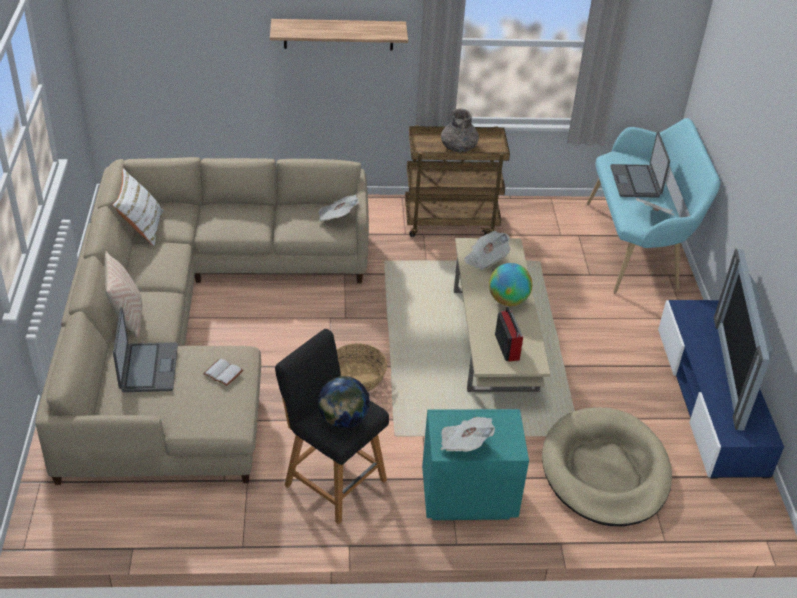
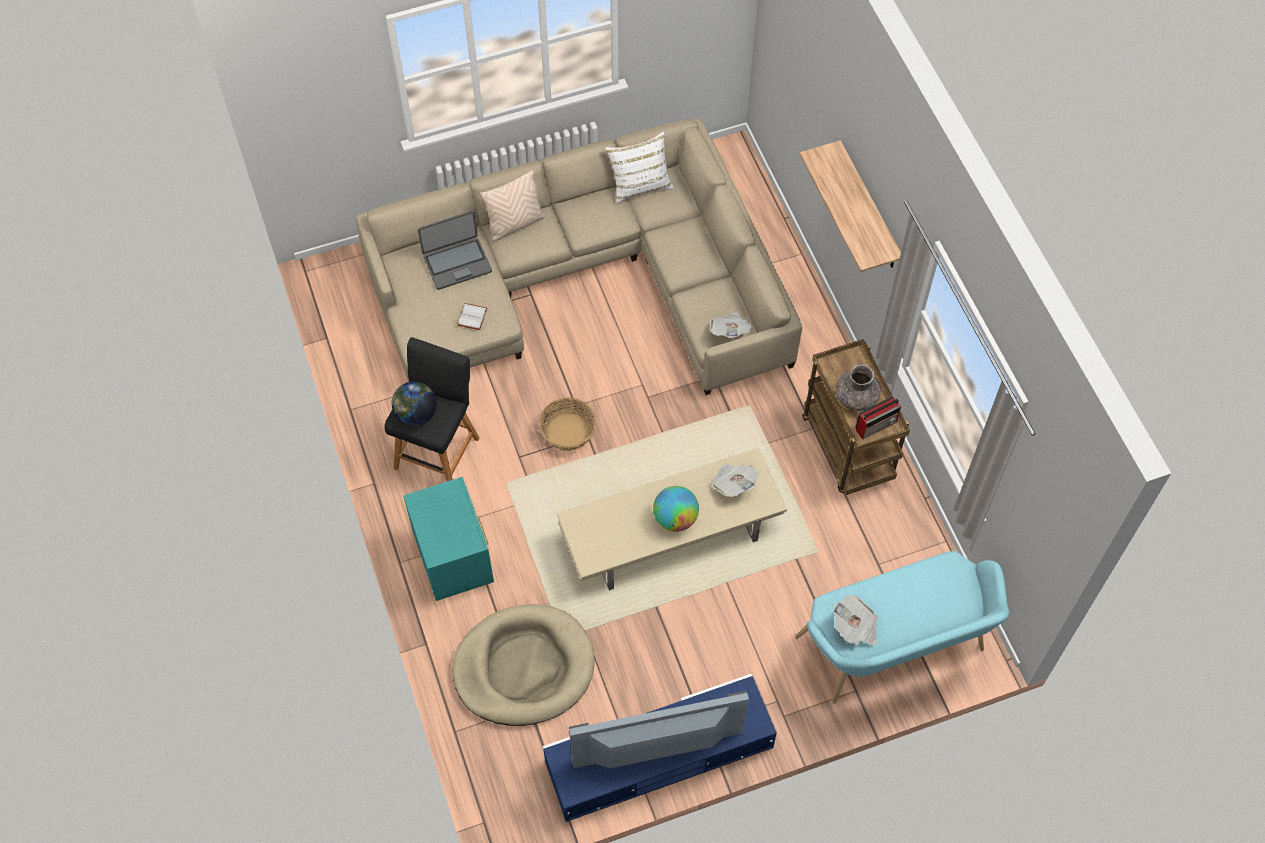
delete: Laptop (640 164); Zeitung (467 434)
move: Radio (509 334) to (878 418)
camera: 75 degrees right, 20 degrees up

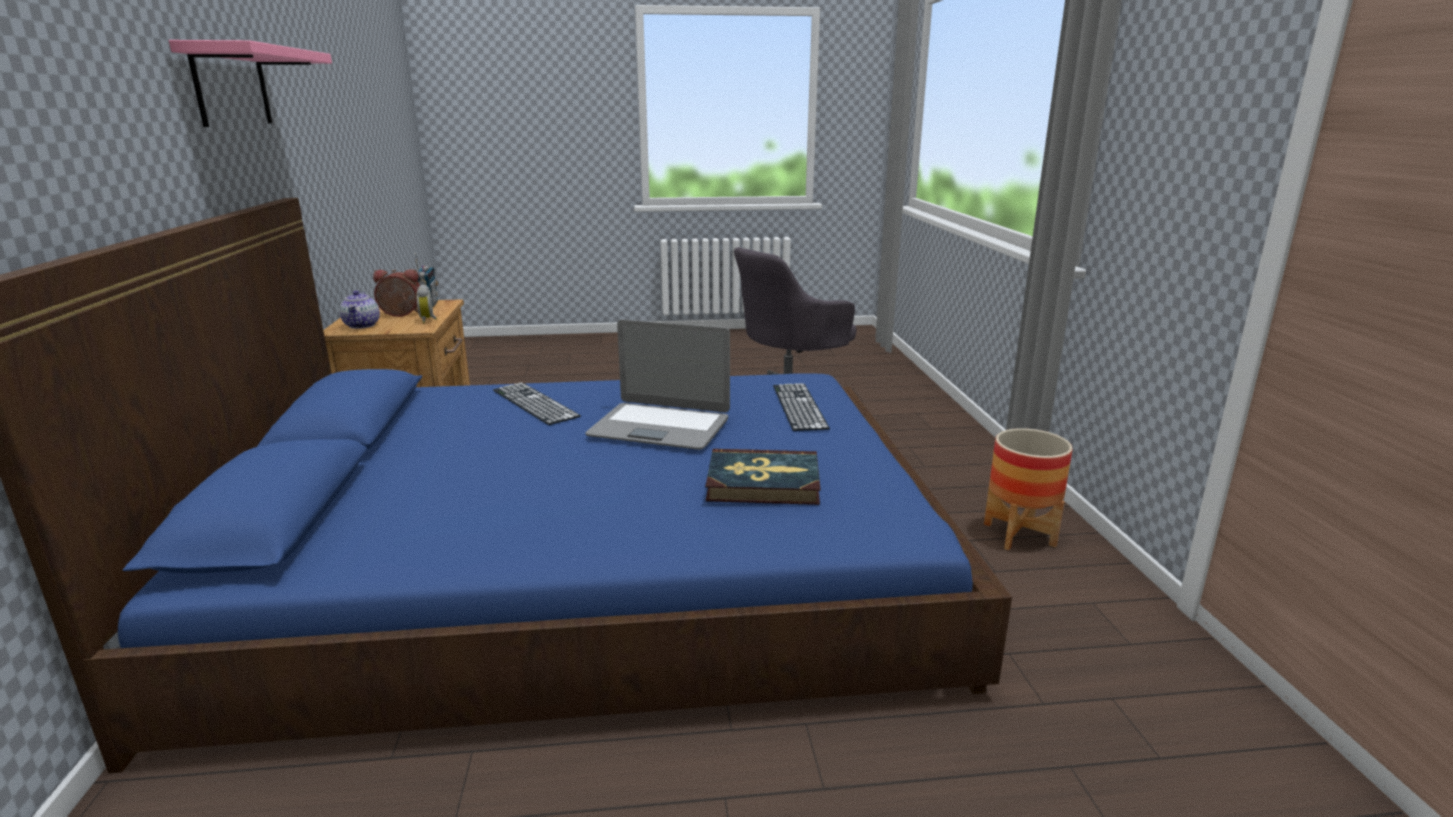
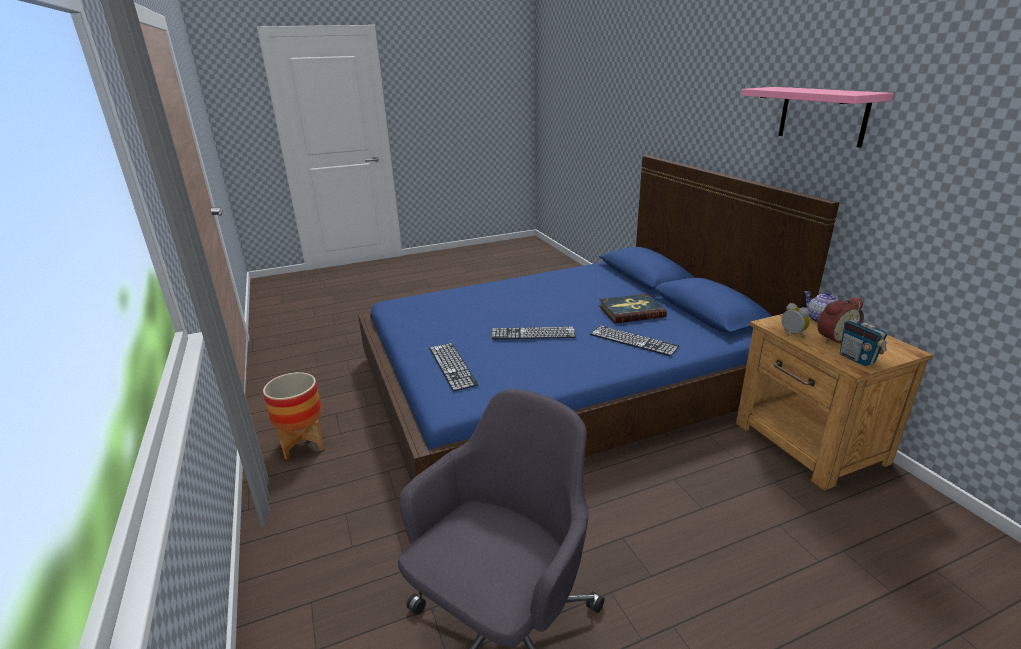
move: Buch (763 477) to (633 309)
replace: Laptop (657 385) to Tastatur (534 332)
camera: 165 degrees right, 5 degrees up

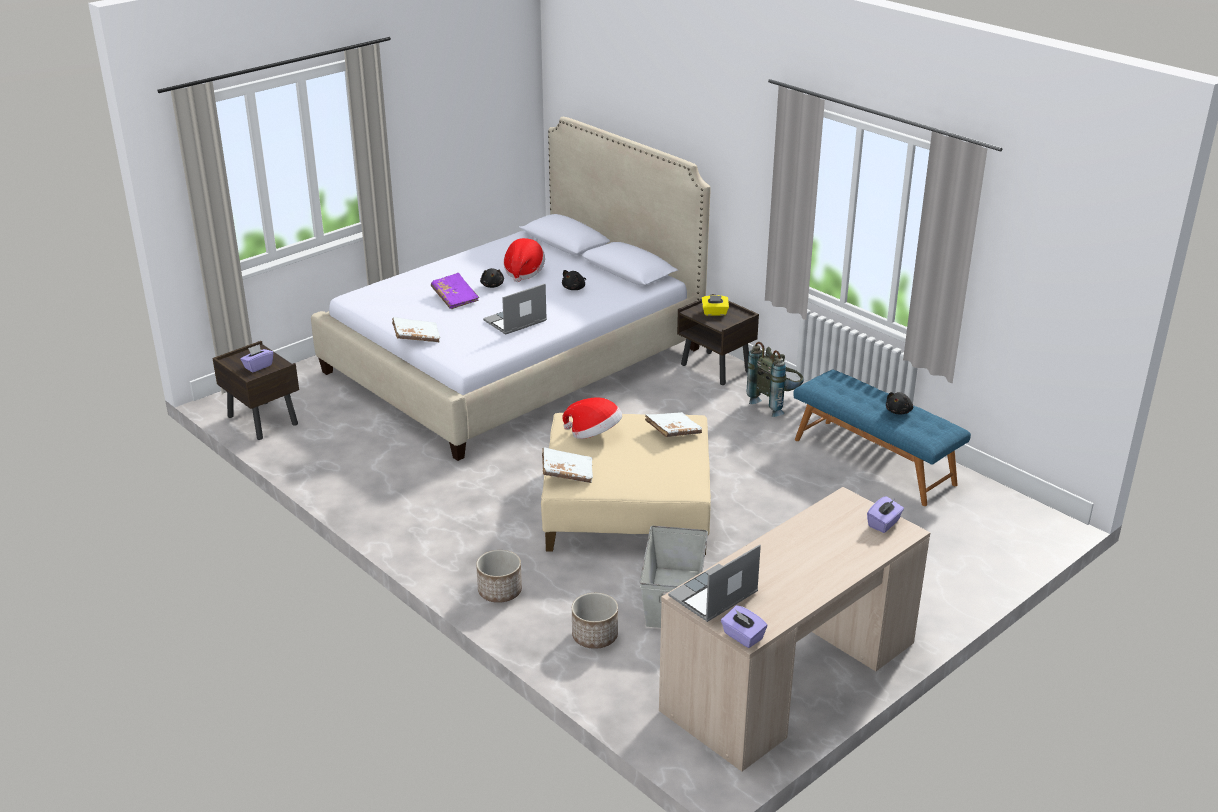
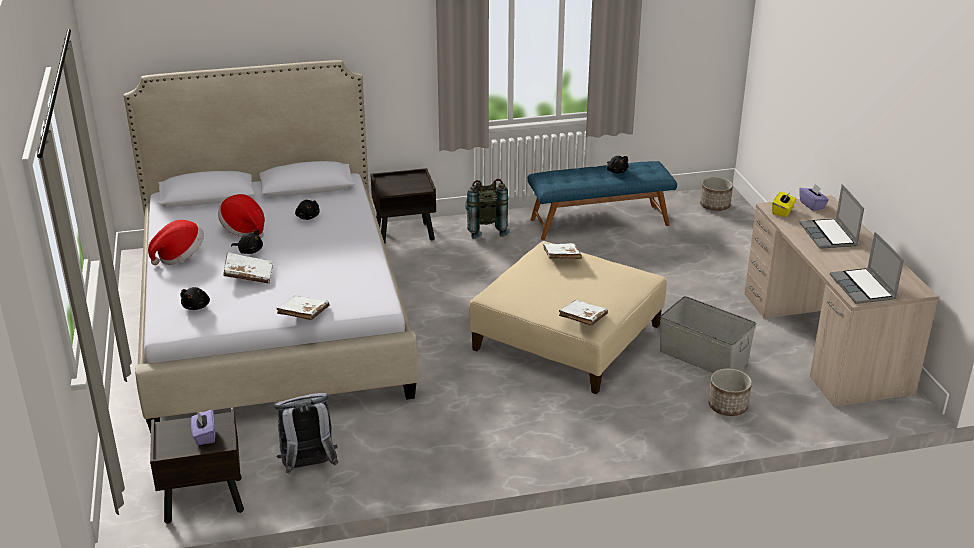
delete: Taschentuchbox [lila] (744 626)
insert: Plüschtier [schwarz] (195 298); Rucksack [grau] (306 433)
move: Laptop (515 309) to (832 216); Taschentuchbox [gelb] (715 305) to (784 204); Hut (592 418) to (176 242); Pflanzkübel (499 576) to (716 194)
recolor: Buch [lila] (455 291) to Buch [weiß] (248 268)
camera: 60 degrees left, 0 degrees up

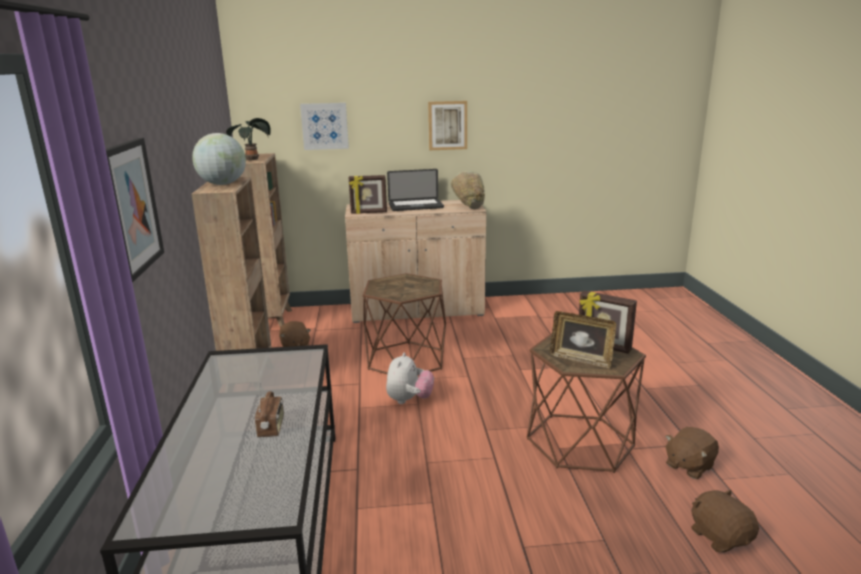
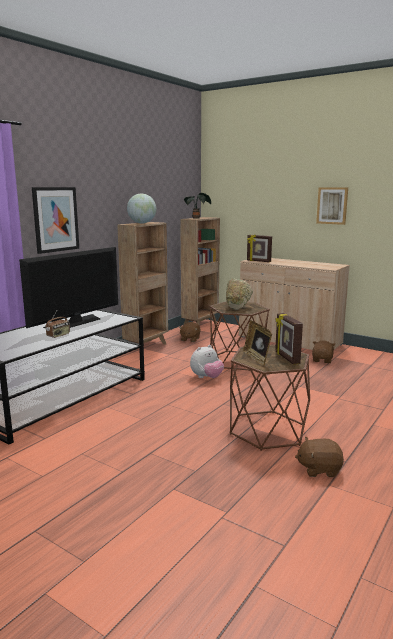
delete: Bild (324 126); Laptop (415 190)
insert: Fernseher (68 287)
move: Schüssel [beige] (468 191) to (239 294); Plüschtier [braun] (725 521) to (324 352)
camera: 40 degrees right, 5 degrees down

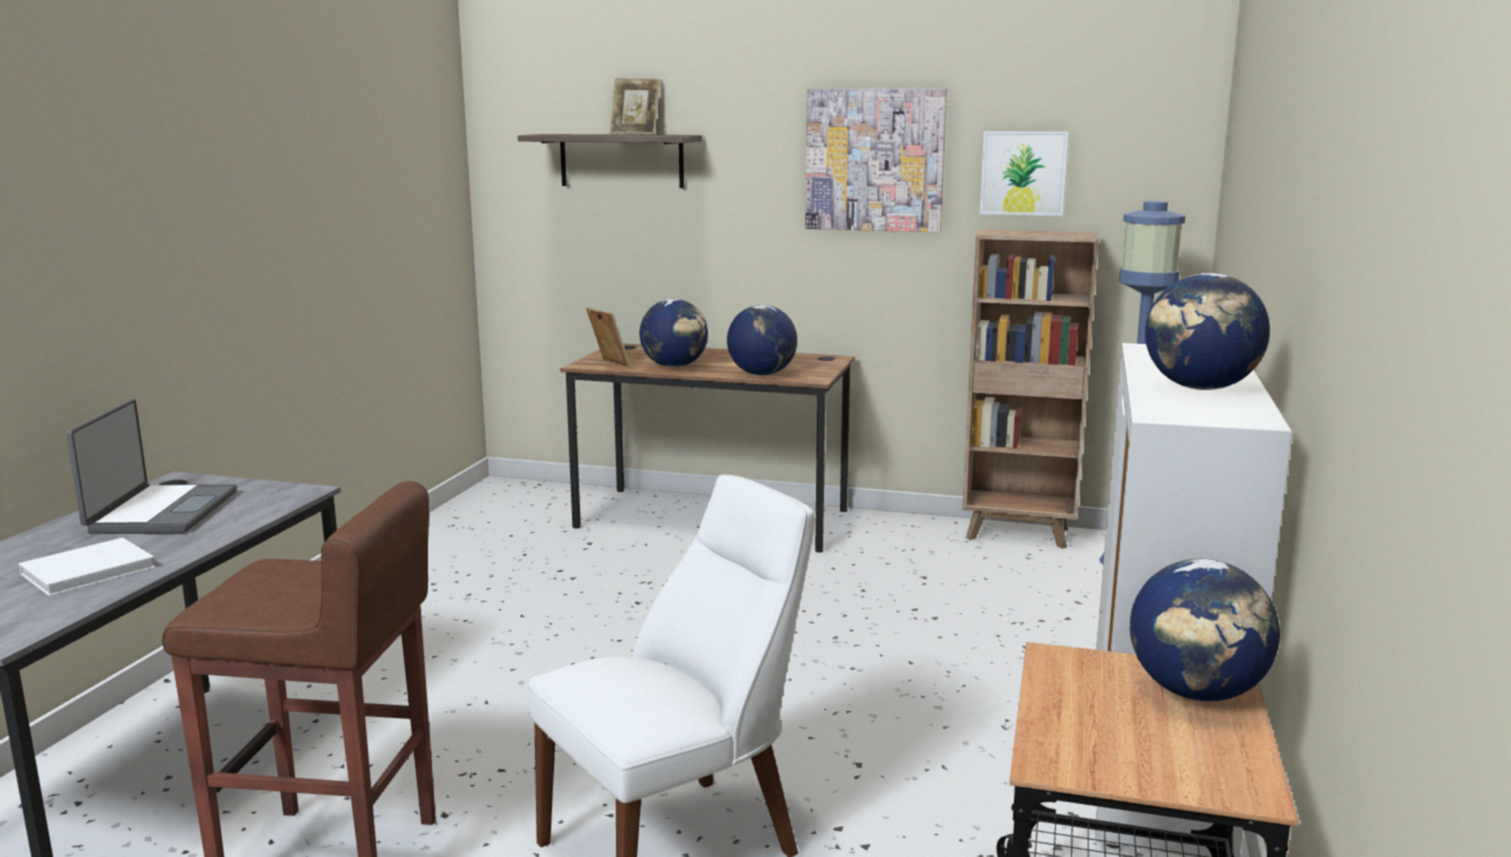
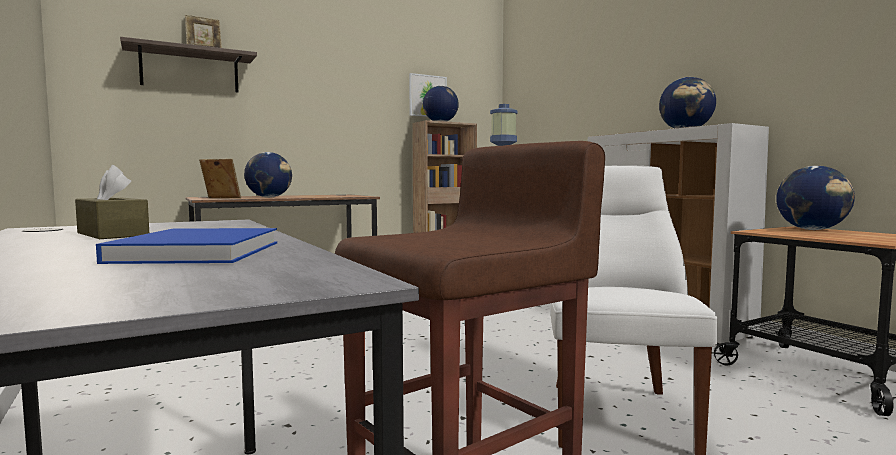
delete: Bild (876 160)
move: Globus (762 340) to (441 104)
replace: Laptop (151 466) to Taschentuchbox [braun] (112 202)
recolor: Buch [weiß] (87 566) to Buch [blau] (186 246)
camera: 45 degrees left, 10 degrees down

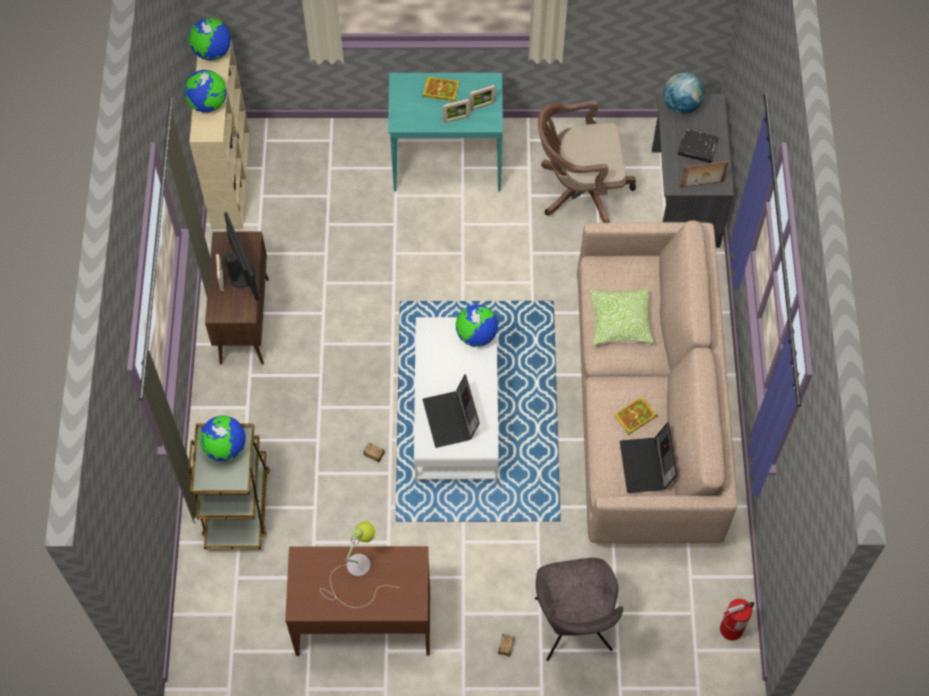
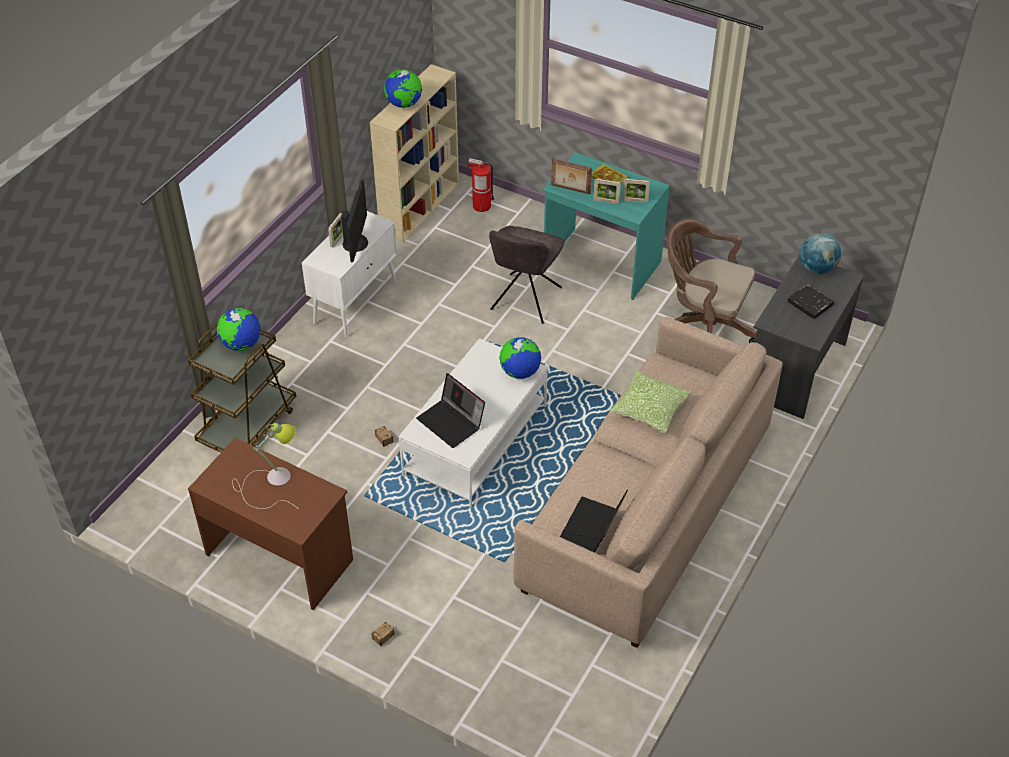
delete: Globus (210 39); Buch (636 416)
move: Bilderrahmen (704 174) to (571 176); Stuhl [grau] (579 609) to (526 275); Feuerlöscher (737 620) to (480 185)
recolor: Schrank [braun] (237 298) to Schrank [weiß] (349 274)
rotate: Laptop (451 411) = (450 410) 60 degrees counterclockwise
camera: 30 degrees right, 15 degrees down

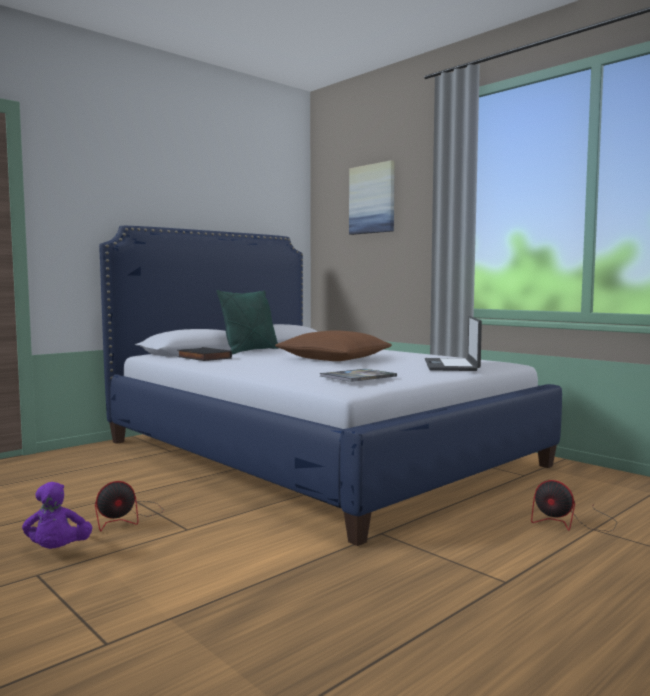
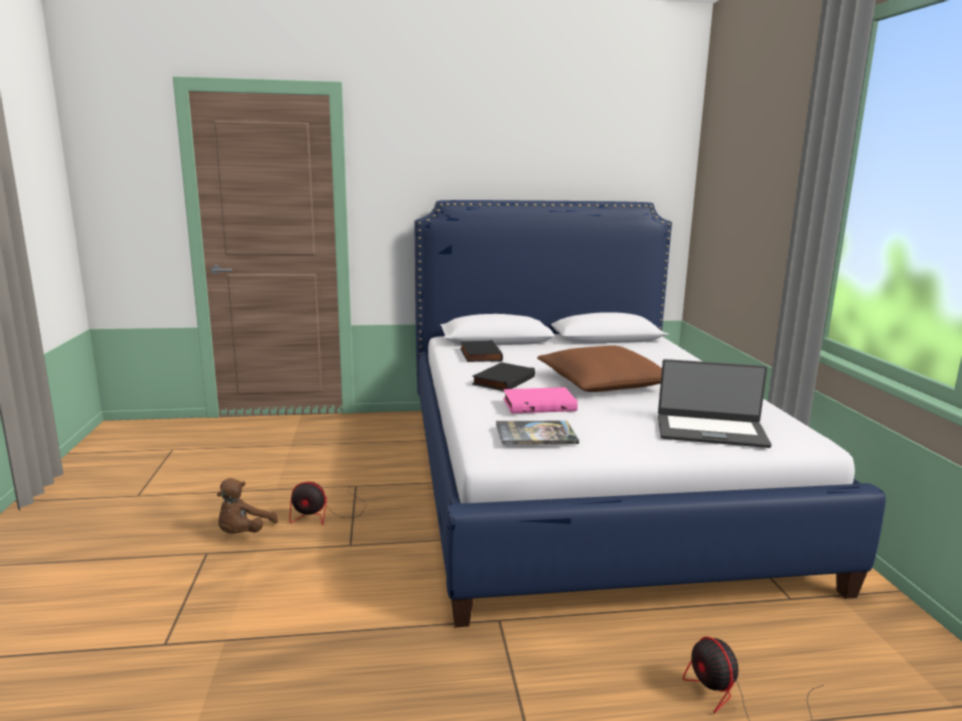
delete: Bild (372 197); Kissen [grün] (247 322)
insert: Buch [schwarz] (503 376); Buch [rosa] (540 400)
recolor: Plüschtier [lila] (57 515) to Plüschtier [braun] (247 506)
rotate: Laptop (453 343) = (715 403) 120 degrees counterclockwise
camera: 35 degrees right, 10 degrees up

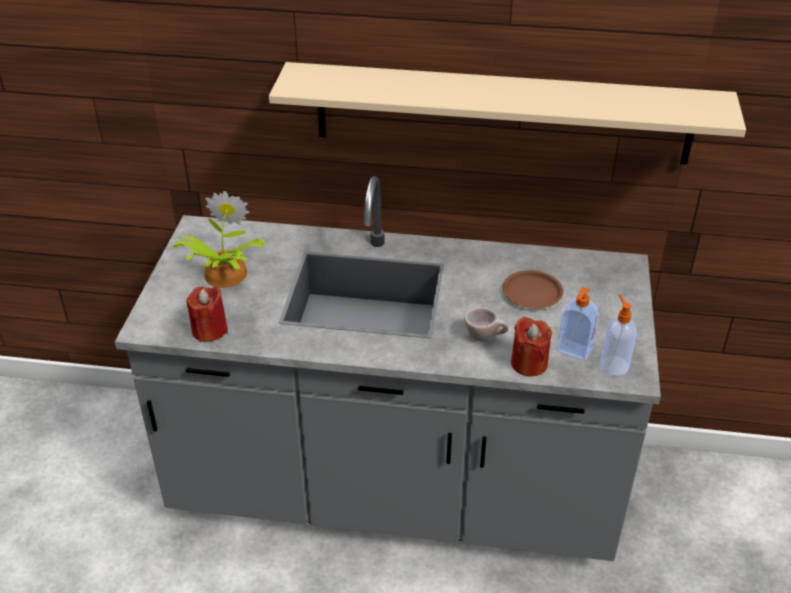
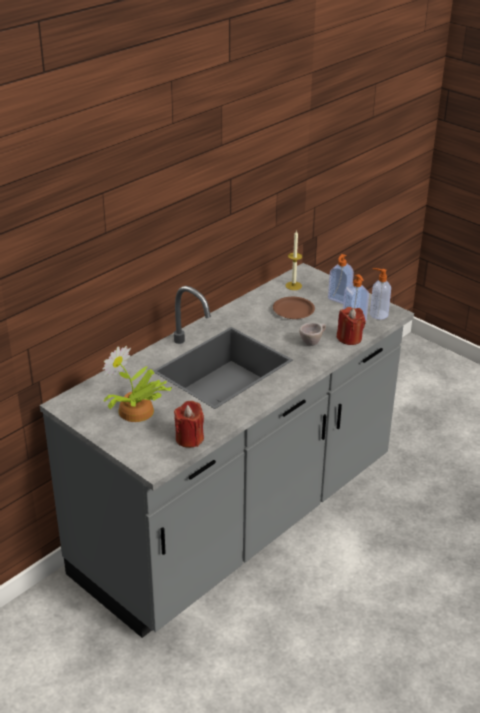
delete: Wandregal [beige] (507 113)
insert: Kerze (294 260); Seifenspender (341 279)
camera: 55 degrees left, 5 degrees down

